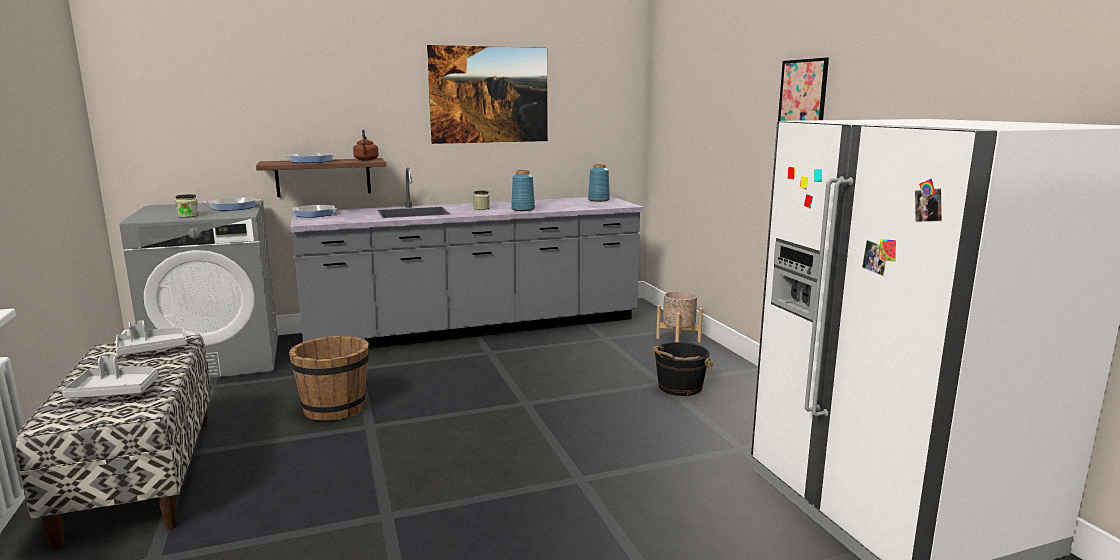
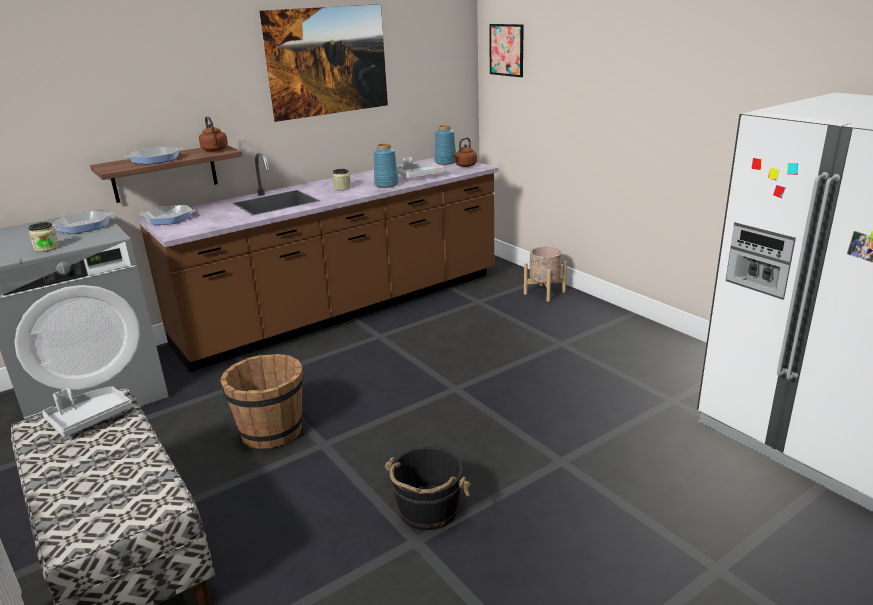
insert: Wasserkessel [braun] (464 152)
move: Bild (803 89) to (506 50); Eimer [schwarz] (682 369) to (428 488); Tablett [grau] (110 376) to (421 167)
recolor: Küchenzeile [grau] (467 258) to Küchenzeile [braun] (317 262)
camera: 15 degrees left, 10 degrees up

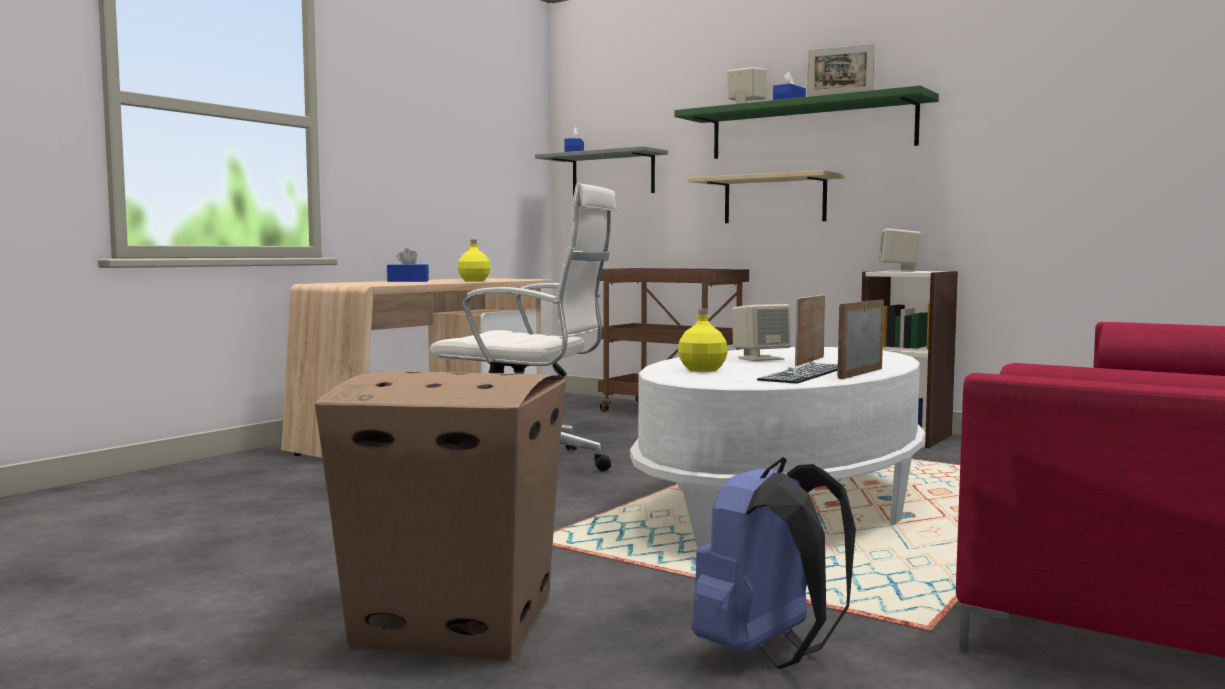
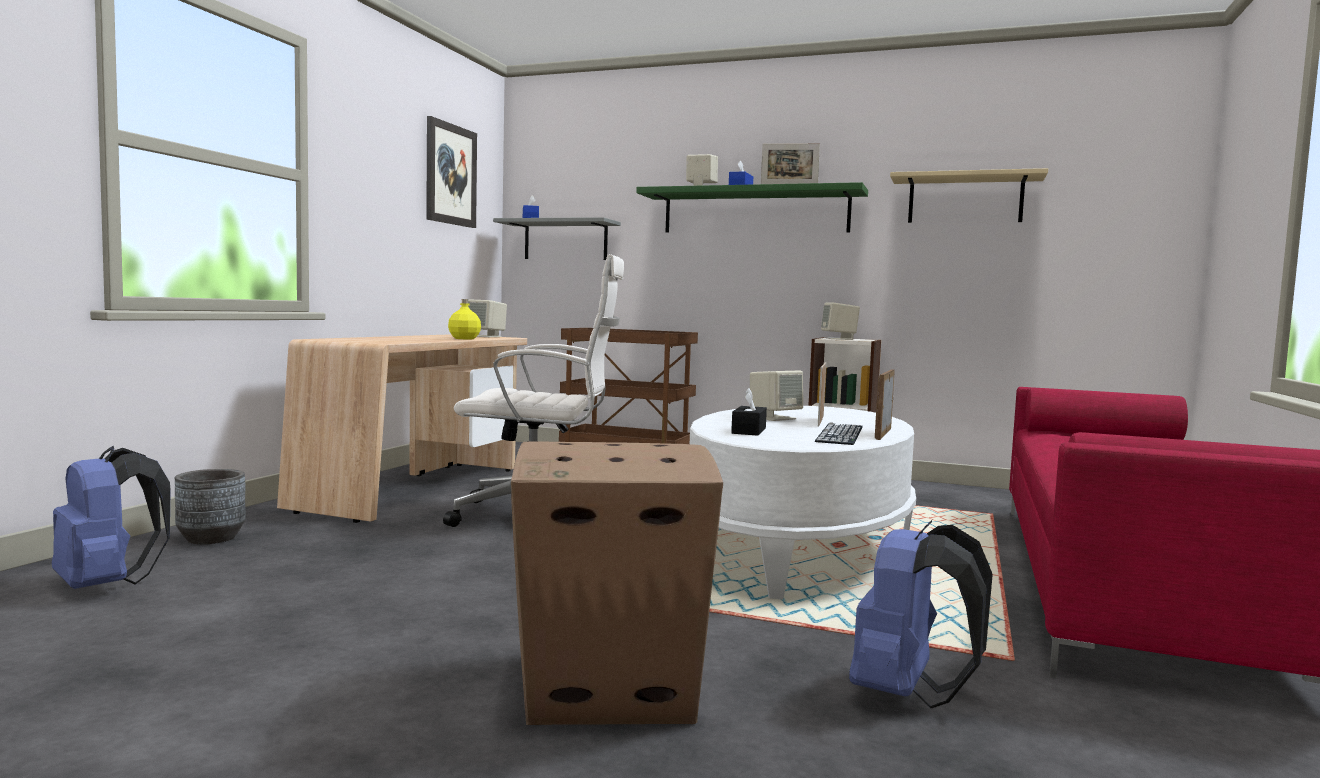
delete: Taschentuchbox [blau] (408 265)
insert: Bild (451 172); Lautsprecher [beige] (487 318); Rucksack [blau] (111 517); Pflanzkübel [grau] (210 506)
move: Wandregal [beige] (766 196) to (969 195)
replace: Flasche [gelb] (703 340) to Taschentuchbox [schwarz] (749 412)
camera: 15 degrees left, 0 degrees up

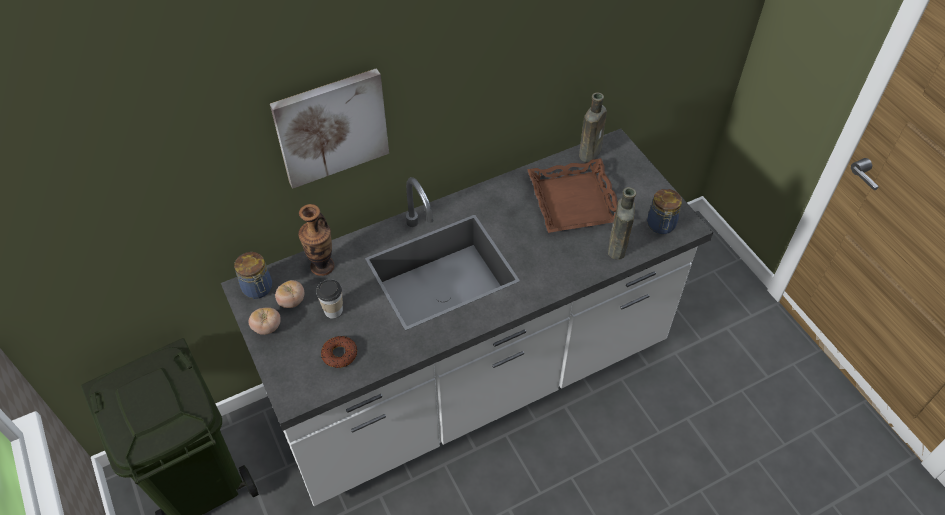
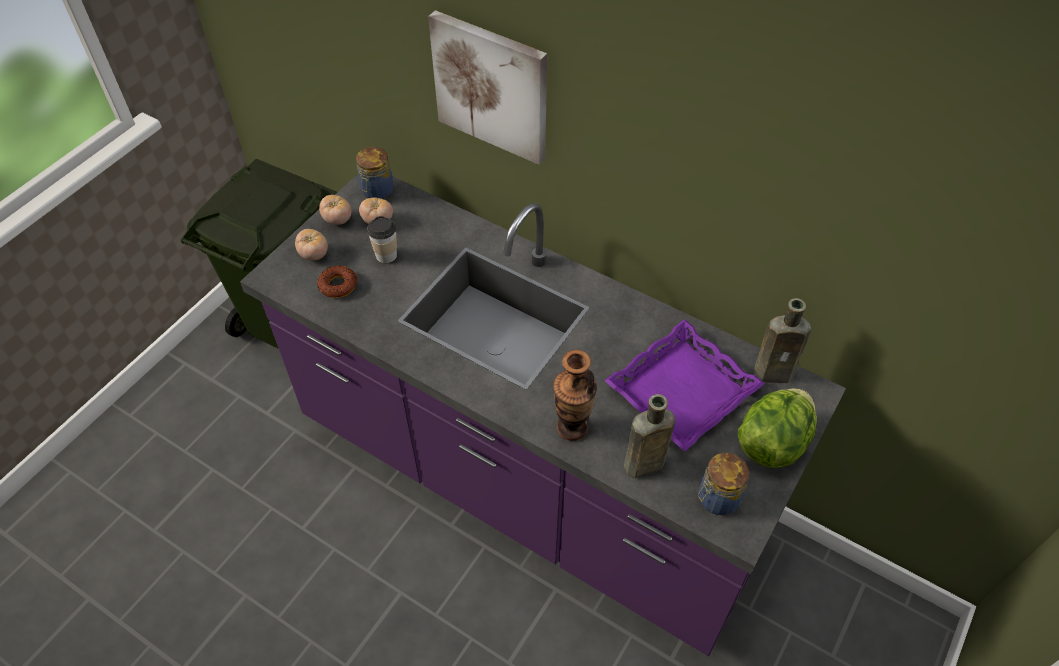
insert: Tomate (311 244); Salatkopf (777 428)
move: Vase (316 240) to (575 395)
recolor: Küchenzeile [weiß] (467 317) to Küchenzeile [lila] (543 415); Tablett [braun] (572 195) to Tablett [lila] (684 385)
camera: 60 degrees right, 0 degrees up

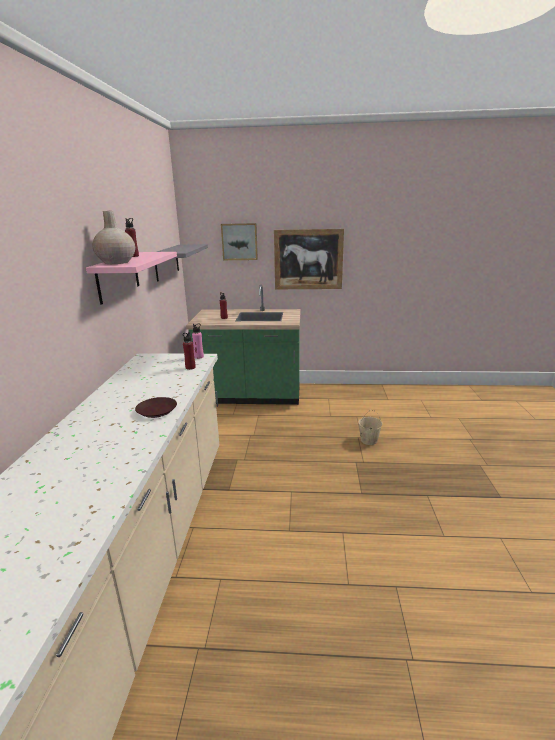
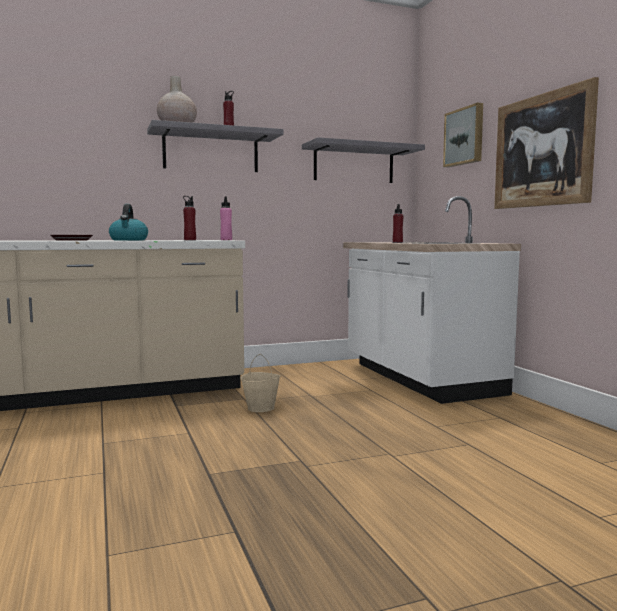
insert: Wasserkessel (128 222)
move: Eimer [beige] (370 427) to (260 383)
recolor: Wandregal [rosa] (131 278) to Wandregal [grau] (215 146); Küchenzeile [grün] (243 345) to Küchenzeile [weiß] (432 300)
camera: 65 degrees right, 15 degrees down

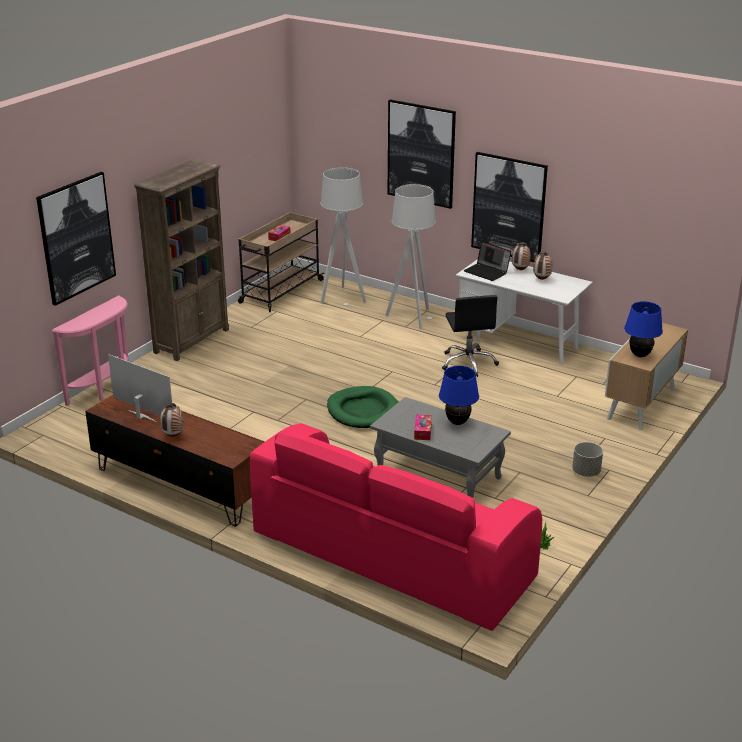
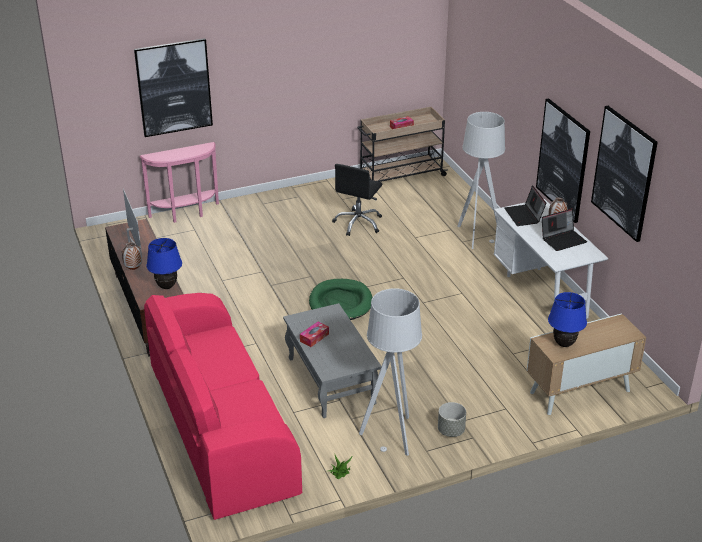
delete: Bücherregal [braun] (181 260)
move: Bild (422 154) to (624 174); Stehlampe [grau] (343 236) to (390 372); Bürostuhl [schwarz] (470 336) to (357 200); Tischlampe [blau] (459 395) to (164 263)
replace: Vase (542 265) to Laptop (564 230)
camera: 35 degrees right, 5 degrees up

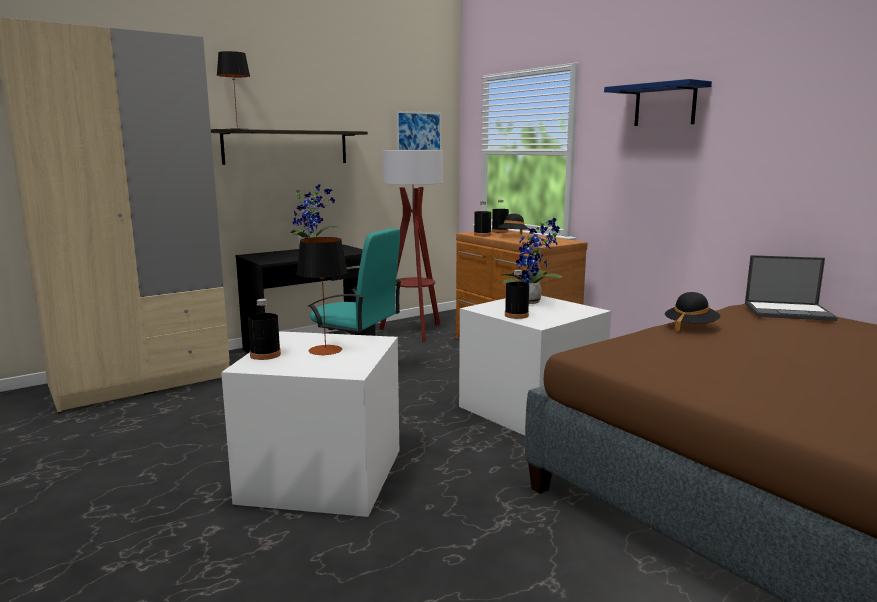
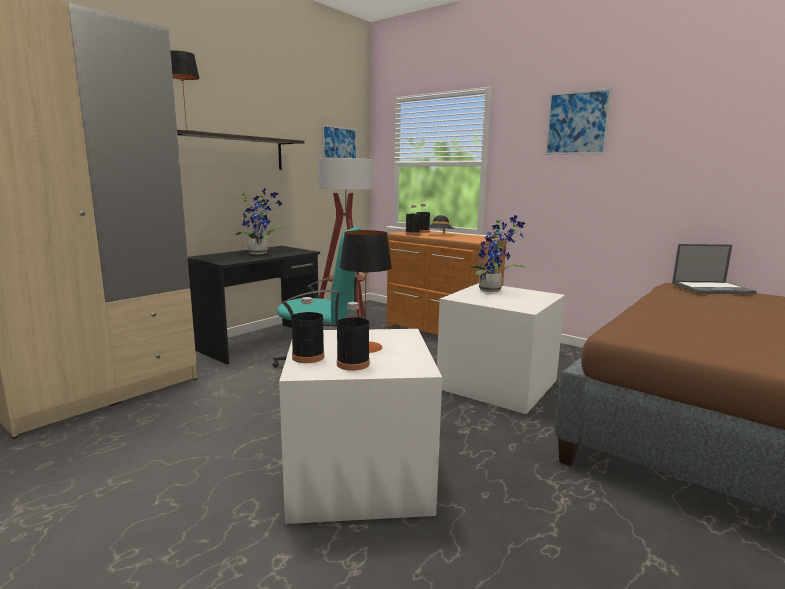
delete: Hut [schwarz] (692 312)
move: Flasche [schwarz] (517 294) to (353 336)
replace: Wandregal [blau] (658 102) to Bild (578 121)
camera: 15 degrees left, 0 degrees up

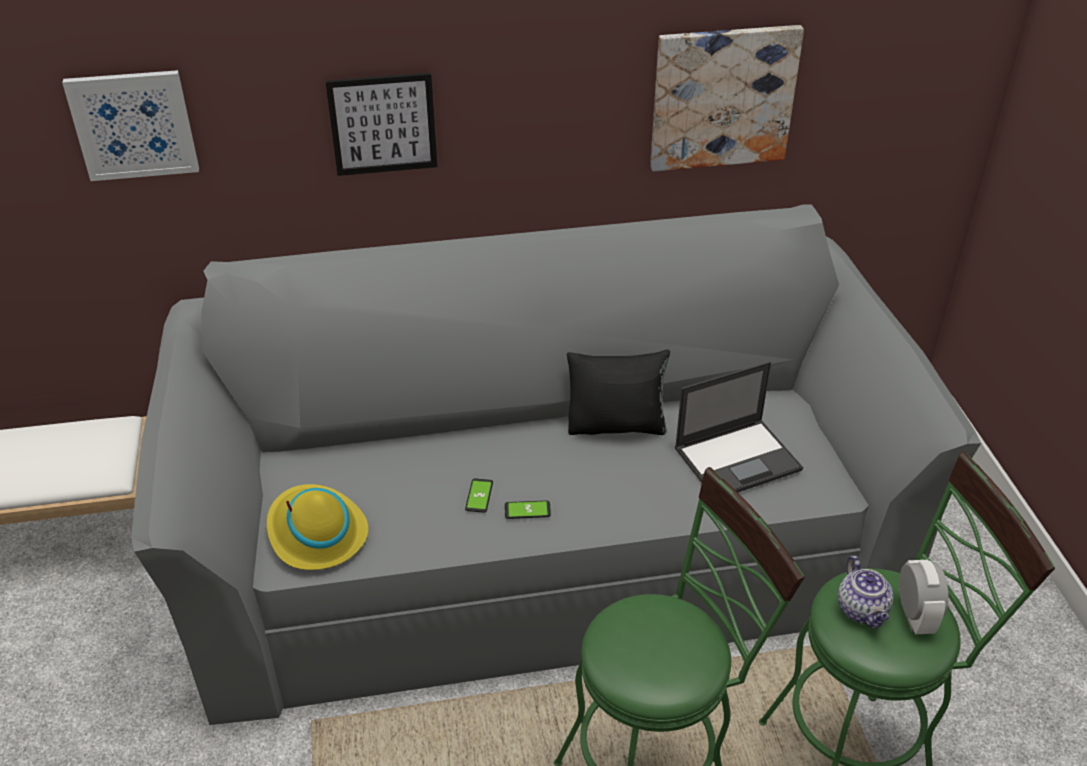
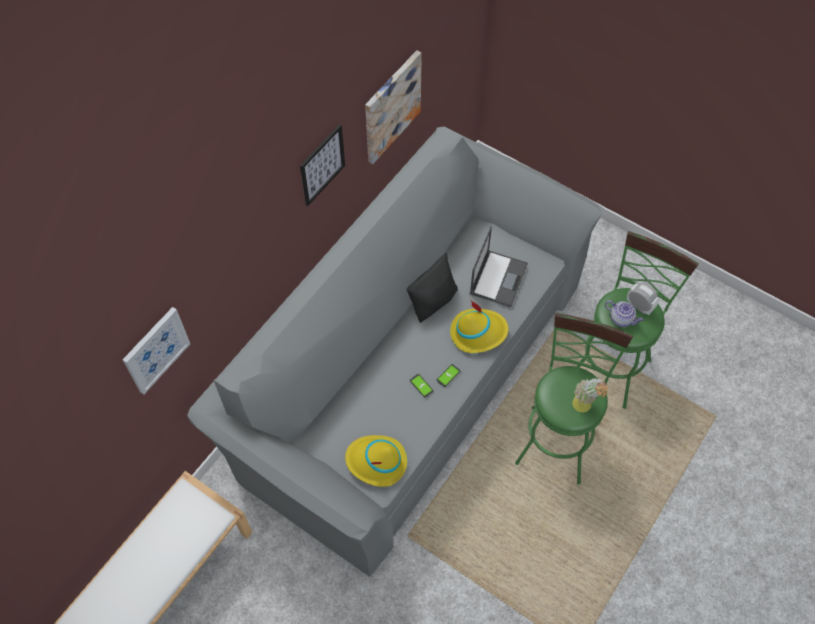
insert: Hut [gelb] (479 327); Topfpflanze (590 395)
move: Bild (381 124) to (322 165)
camera: 45 degrees left, 20 degrees up

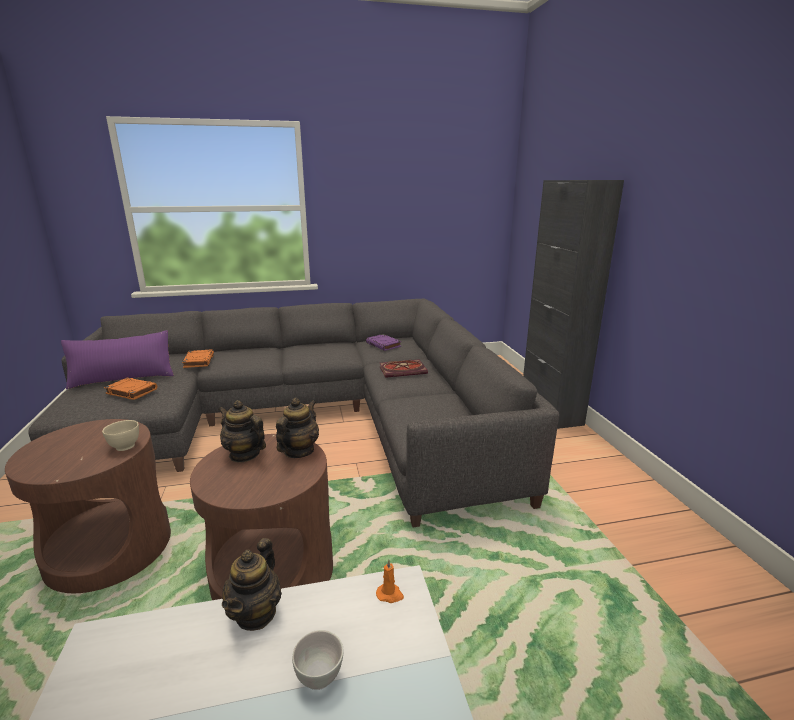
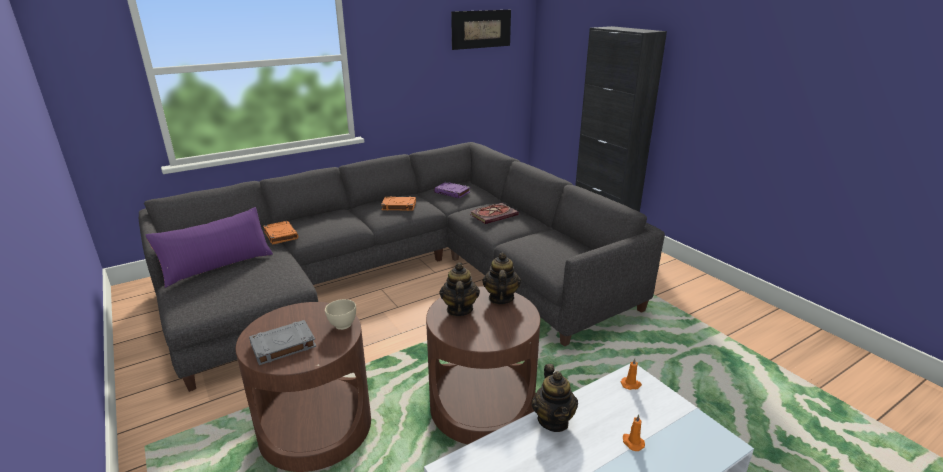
insert: Bild (481 30); Buch [grau] (282 342)
move: Buch [orange] (130 389) to (398 204)
replace: Schüssel [weiß] (318 660) to Kerze [orange] (634 432)
rotate: Teekanne (242 431) = (459 289) 75 degrees clockwise
camera: 20 degrees left, 5 degrees up

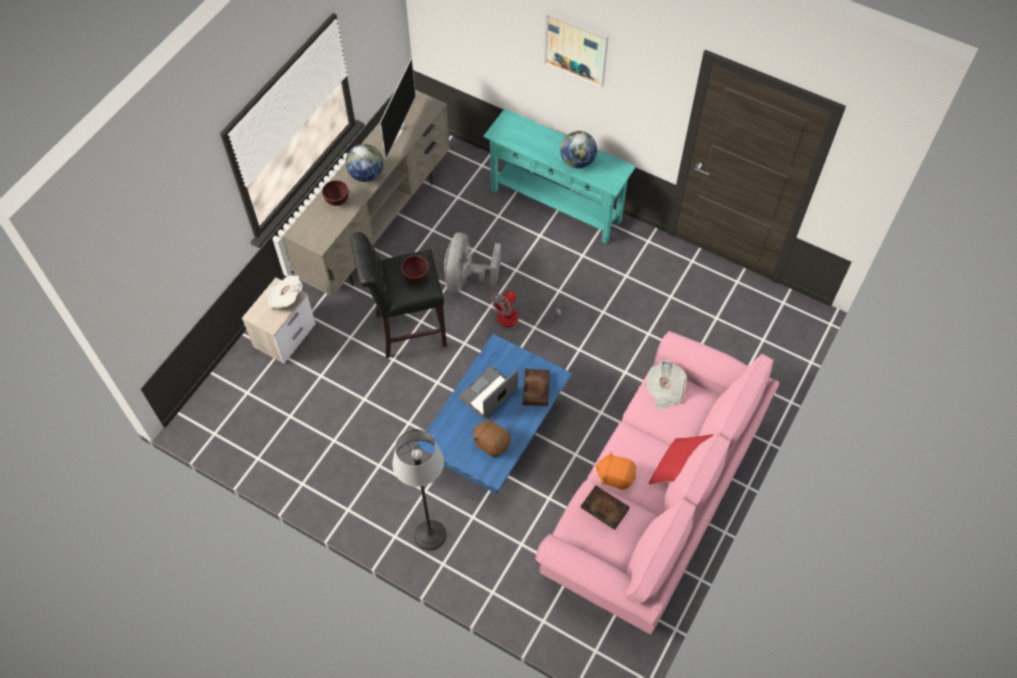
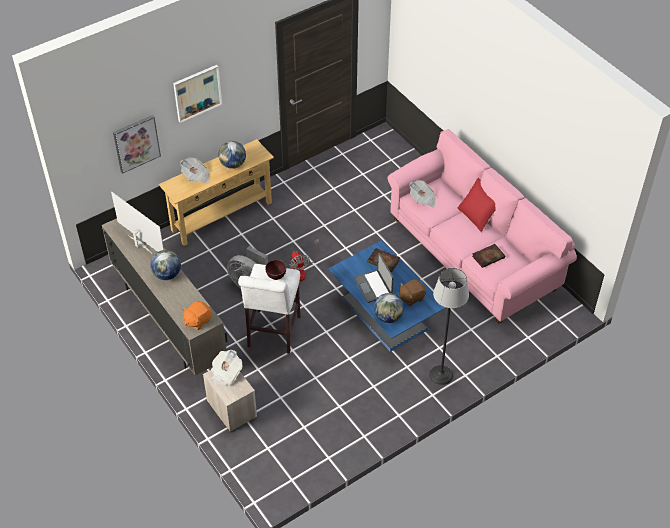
delete: Schüssel [braun] (335 193)
insert: Bild (137 144); Zeitung (194 170); Globus (389 308)
move: Plüschtier [orange] (615 470) to (197 315)
recolor: Konsolentisch [türkis] (559 176) to Konsolentisch [beige] (216 192); Hocker [schwarz] (399 295) to Hocker [weiß] (269 309)
camera: 65 degrees left, 10 degrees down

